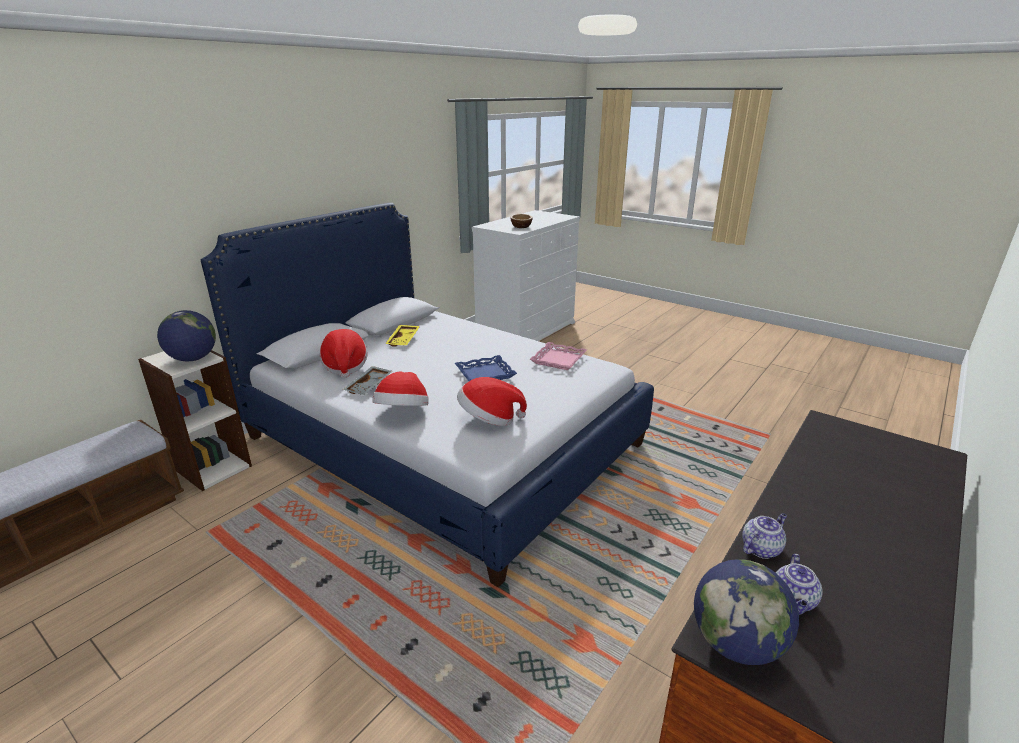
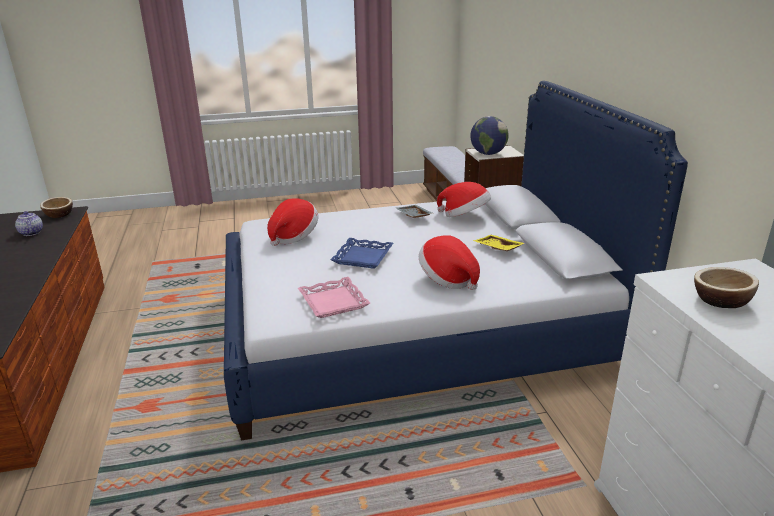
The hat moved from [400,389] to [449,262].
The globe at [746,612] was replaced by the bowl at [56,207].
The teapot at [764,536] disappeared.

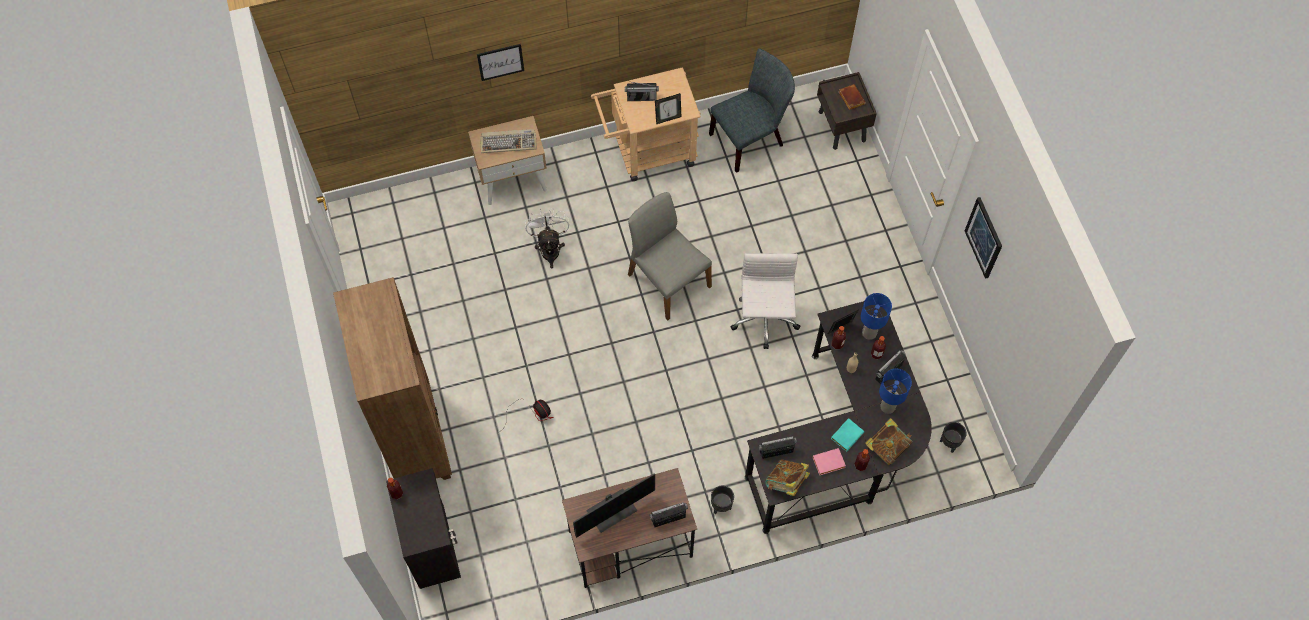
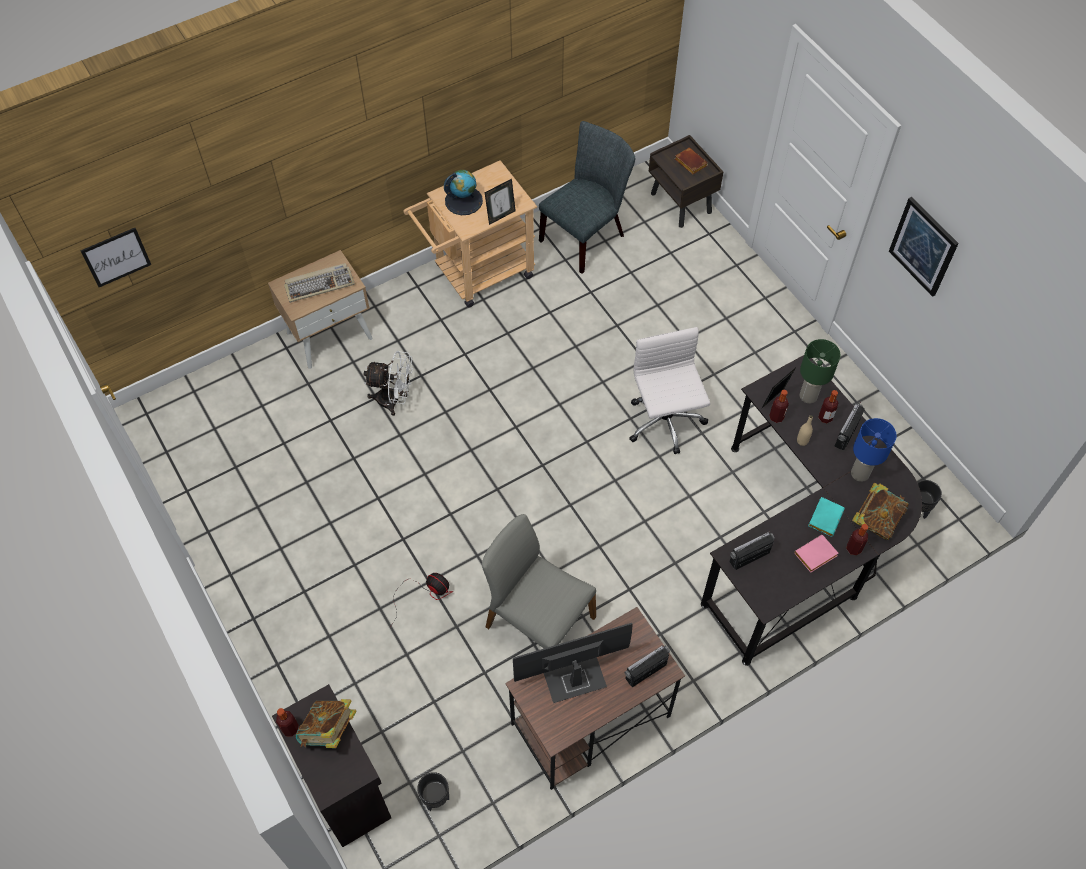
The brown bookcase at [392,378] disappeared.
The picture moved from [500,62] to [115,257].
The white fan at [547,238] turned 120 degrees clockwise.
The monitor at [614,505] turned 150 degrees counterclockwise.
The radio at [642,91] was replaced by the globe at [463,192].
The grey chair moved from [670,256] to [539,581].
The black planter moved from [722,500] to [433,791].
The book moved from [787,477] to [326,723].
The blue table lamp at [876,316] became the green table lamp at [820,371].

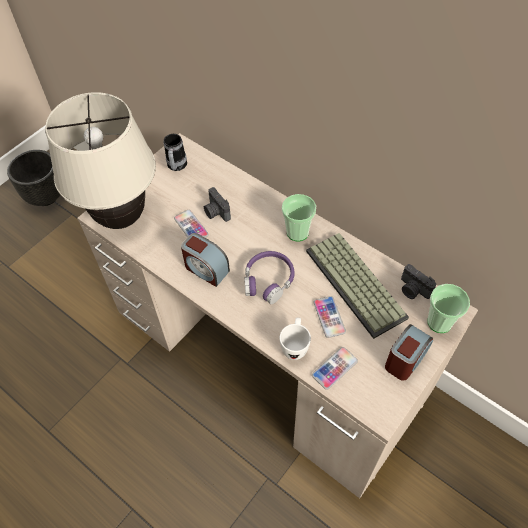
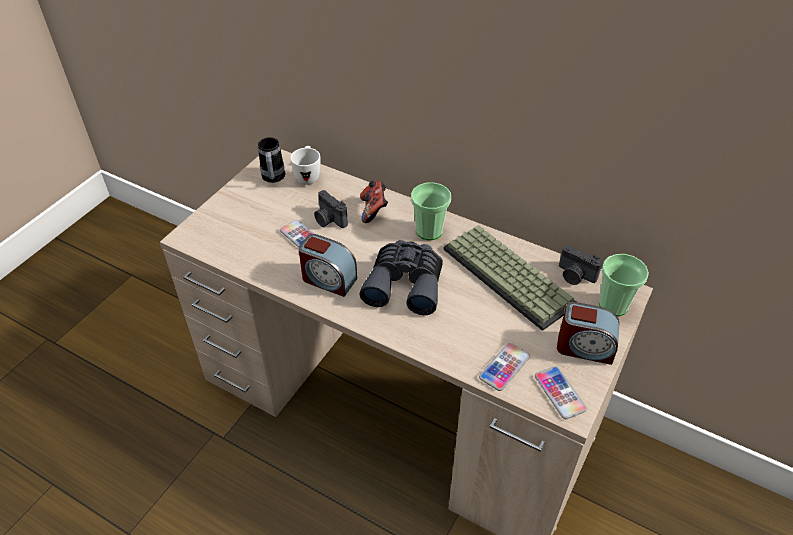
The black planter at [33,178] disappeared.
The beige table lamp at [100,160] disappeared.
The purple headphones at [269,277] was replaced by the grey binoculars at [401,277].
The white mug moved from [295,338] to [305,165].
The phone moved from [330,317] to [561,392].
The alarm clock at [409,352] turned 75 degrees clockwise.
The game controller at [374,202] appeared.

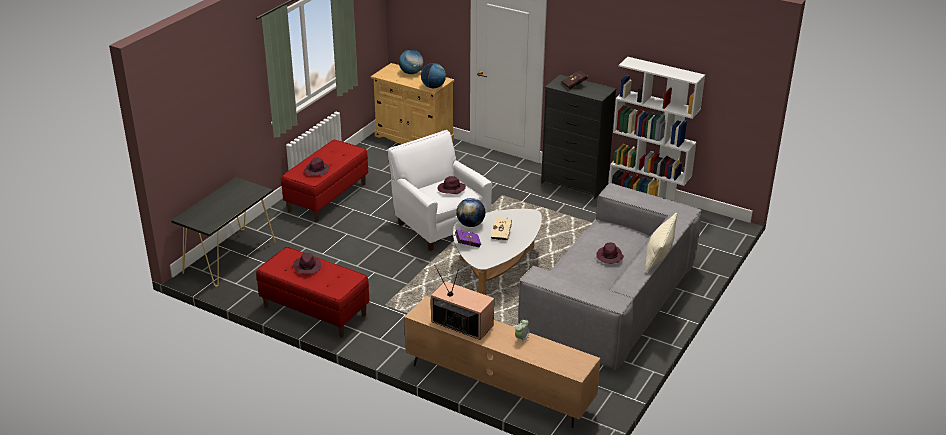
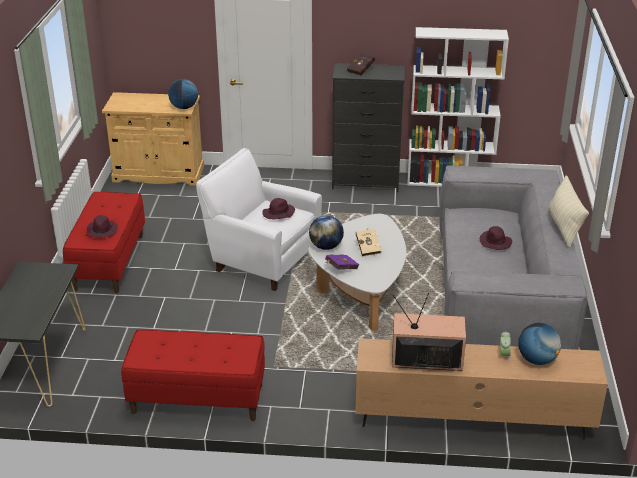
The purple hat at [307,263] disappeared.
The globe moved from [411,62] to [539,344].

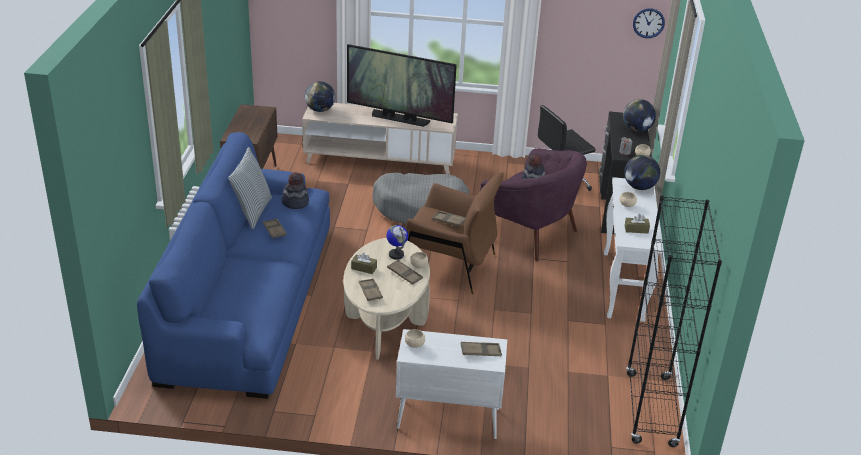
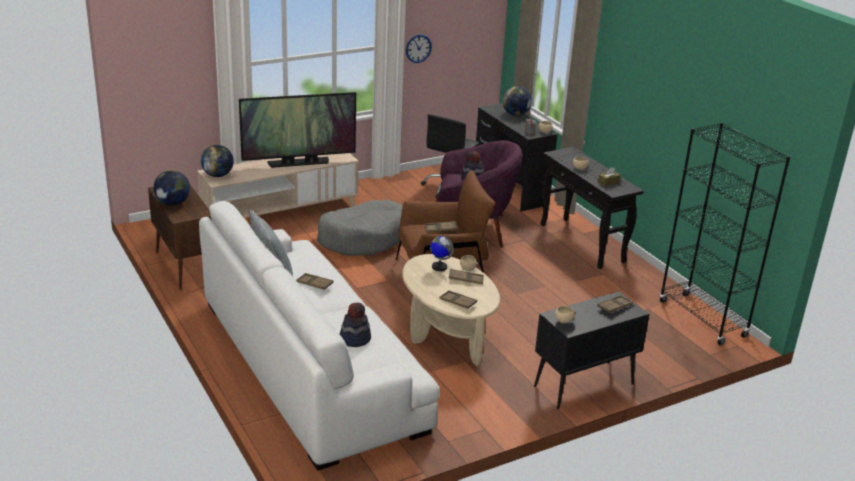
The blue sofa at [233,265] became the white sofa at [319,336].
The hat moved from [295,190] to [355,324].
The brown tissue box at [364,263] disappeared.
The white cabinet at [451,384] became the black cabinet at [591,350].
The white console table at [633,249] became the black console table at [592,208].
The globe moved from [642,172] to [172,188].
The wall clock moved from [649,23] to [419,48].

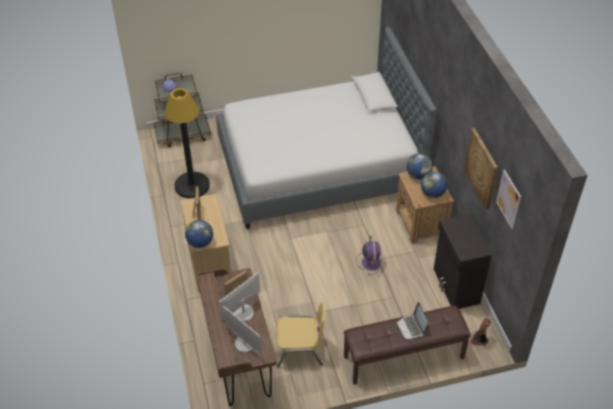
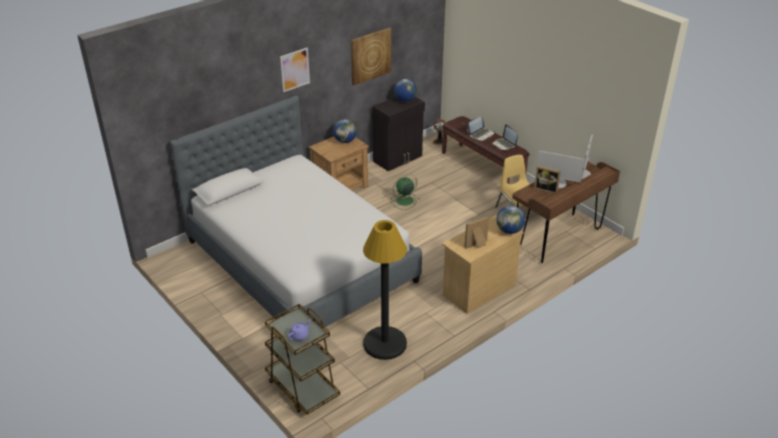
The purple fan at [371,255] became the green fan at [405,192].
The globe moved from [420,166] to [405,90].
The picture moved from [508,199] to [295,70].
The laptop at [505,137] appeared.

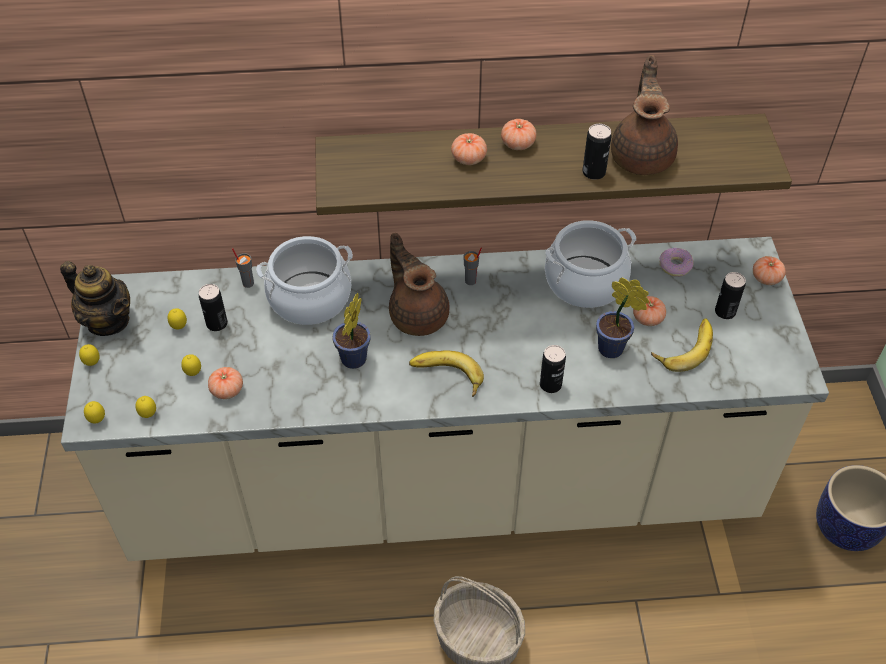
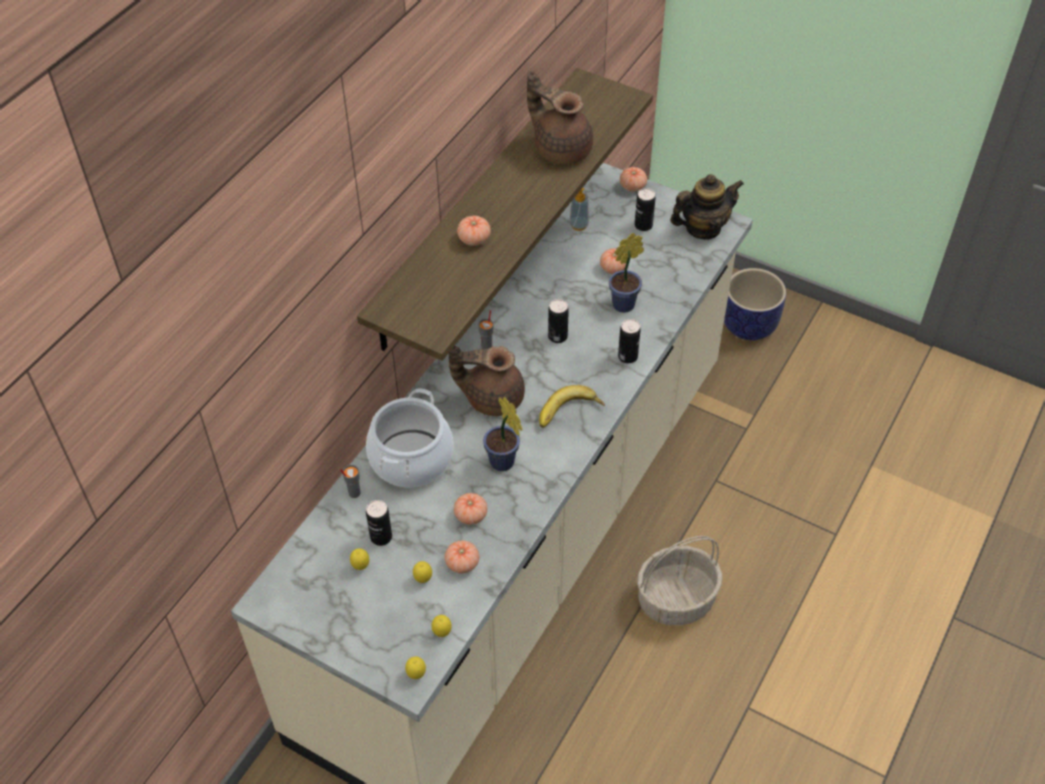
The teapot moved from [95,298] to [707,207].
The lemon at [89,355] disappeared.
The tomato moved from [519,134] to [470,509].
The cooking pot at [590,264] disappeared.
The can moved from [597,152] to [558,321].
The banana at [682,345] disappeared.
The donut at [677,262] was replaced by the soap dispenser at [579,209].

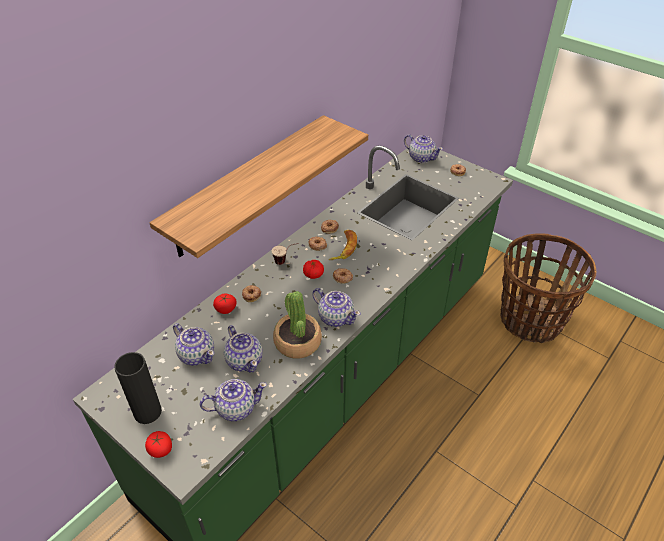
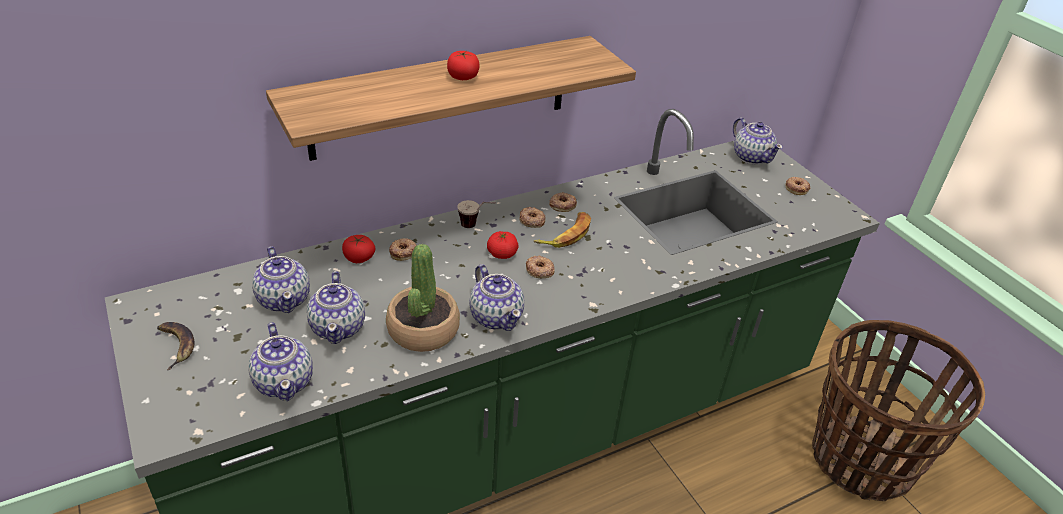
The black vase at [138,388] was replaced by the banana at [175,346].
The tomato moved from [158,444] to [463,65].
The teapot at [233,400] turned 60 degrees clockwise.

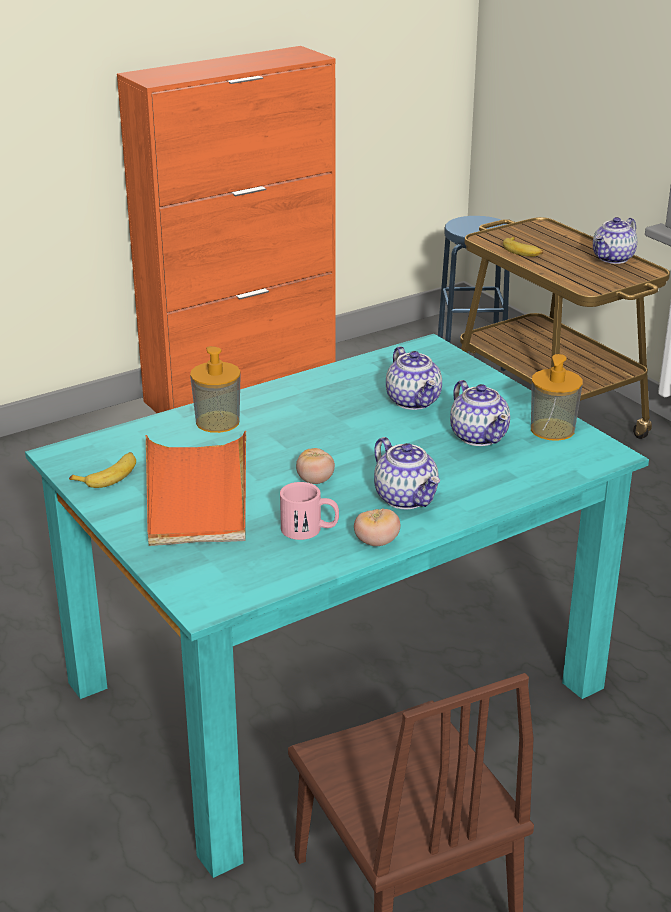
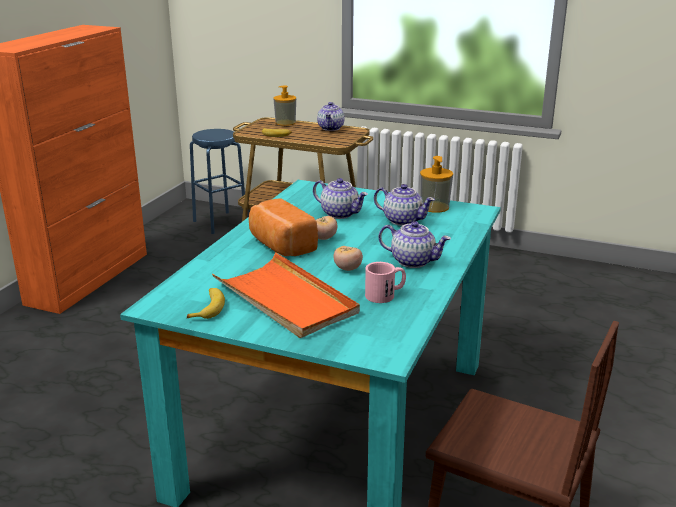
The soap dispenser moved from [215,389] to [284,106].
The tomato moved from [377,527] to [326,228].
The bread at [283,227] appeared.

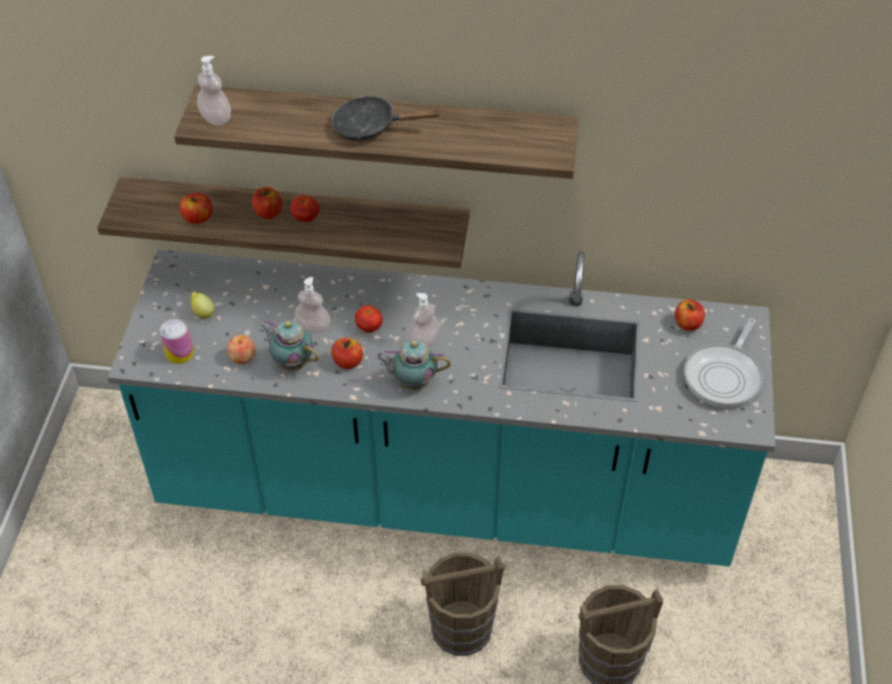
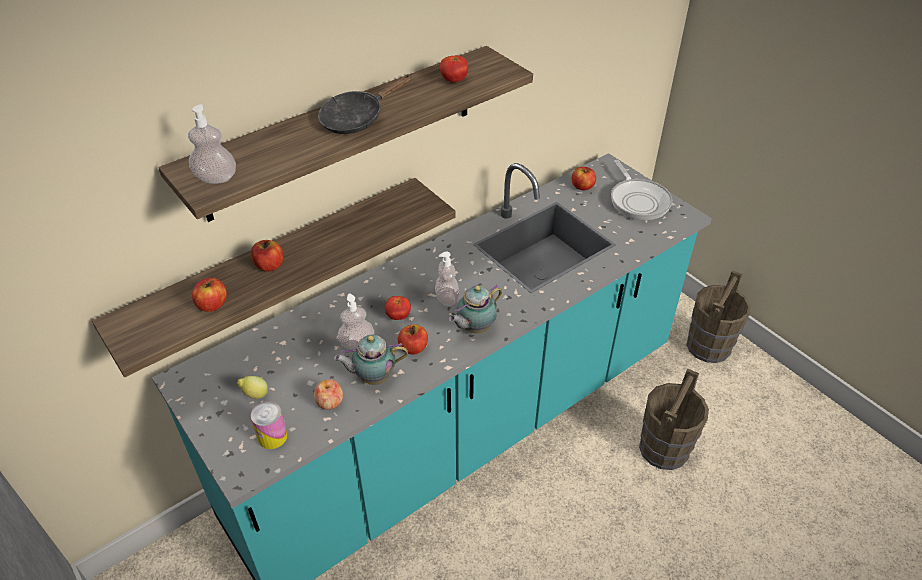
The tomato moved from [304,208] to [454,69].
The brown bucket moved from [463,604] to [718,316].

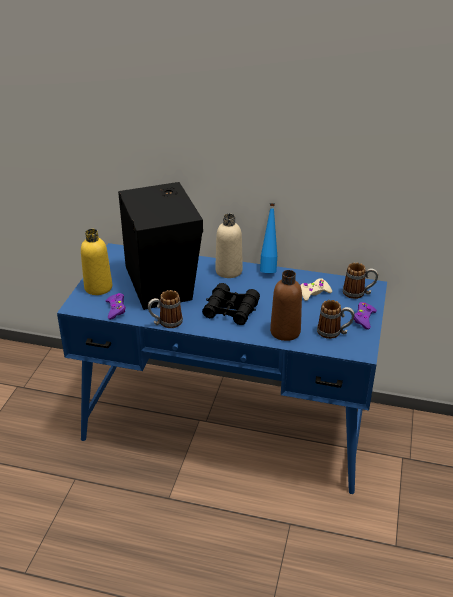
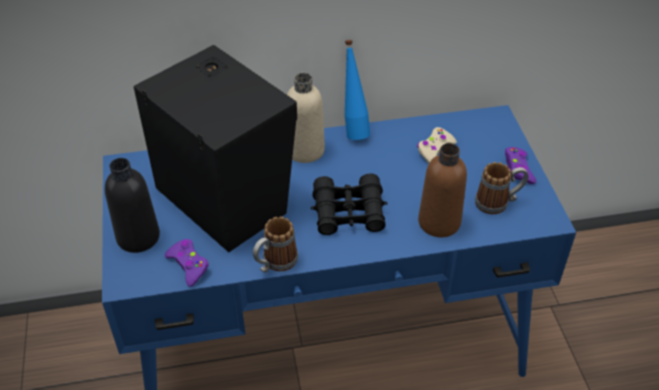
The yellow bottle at [96,262] became the black bottle at [132,205].
The mug at [360,281] disappeared.

